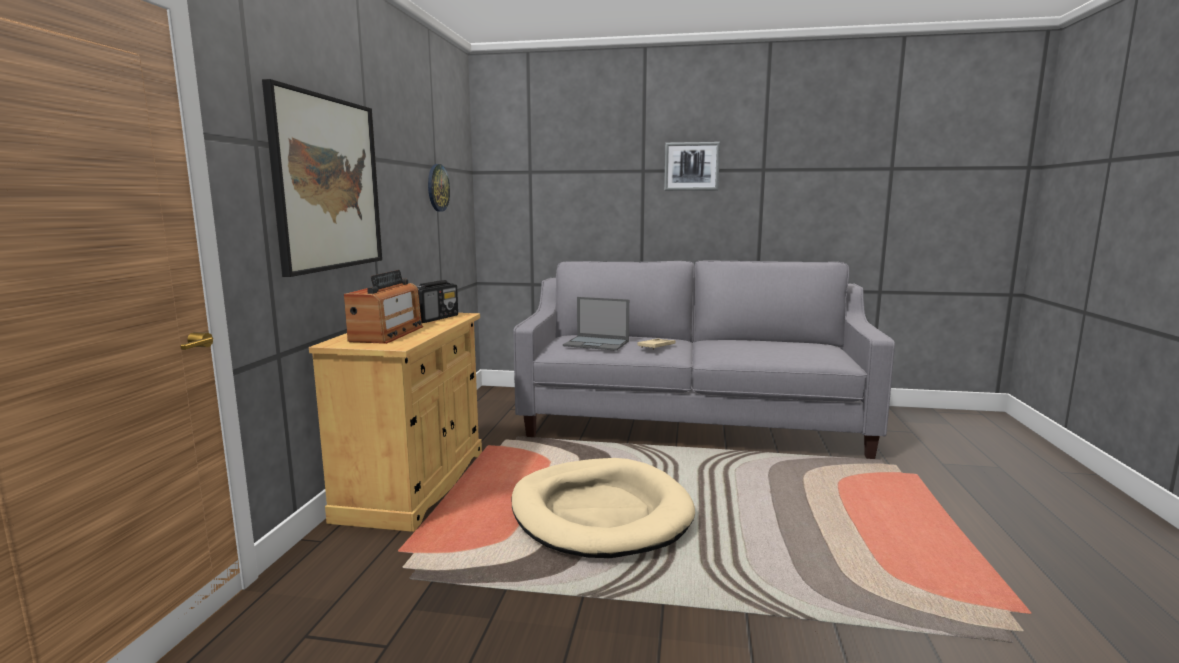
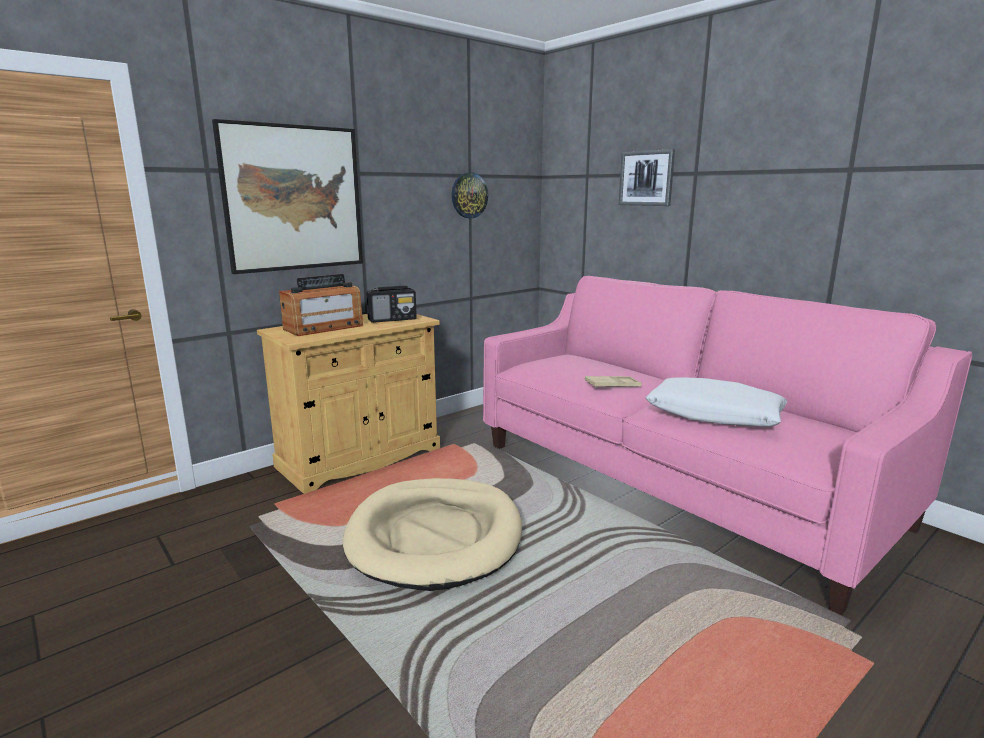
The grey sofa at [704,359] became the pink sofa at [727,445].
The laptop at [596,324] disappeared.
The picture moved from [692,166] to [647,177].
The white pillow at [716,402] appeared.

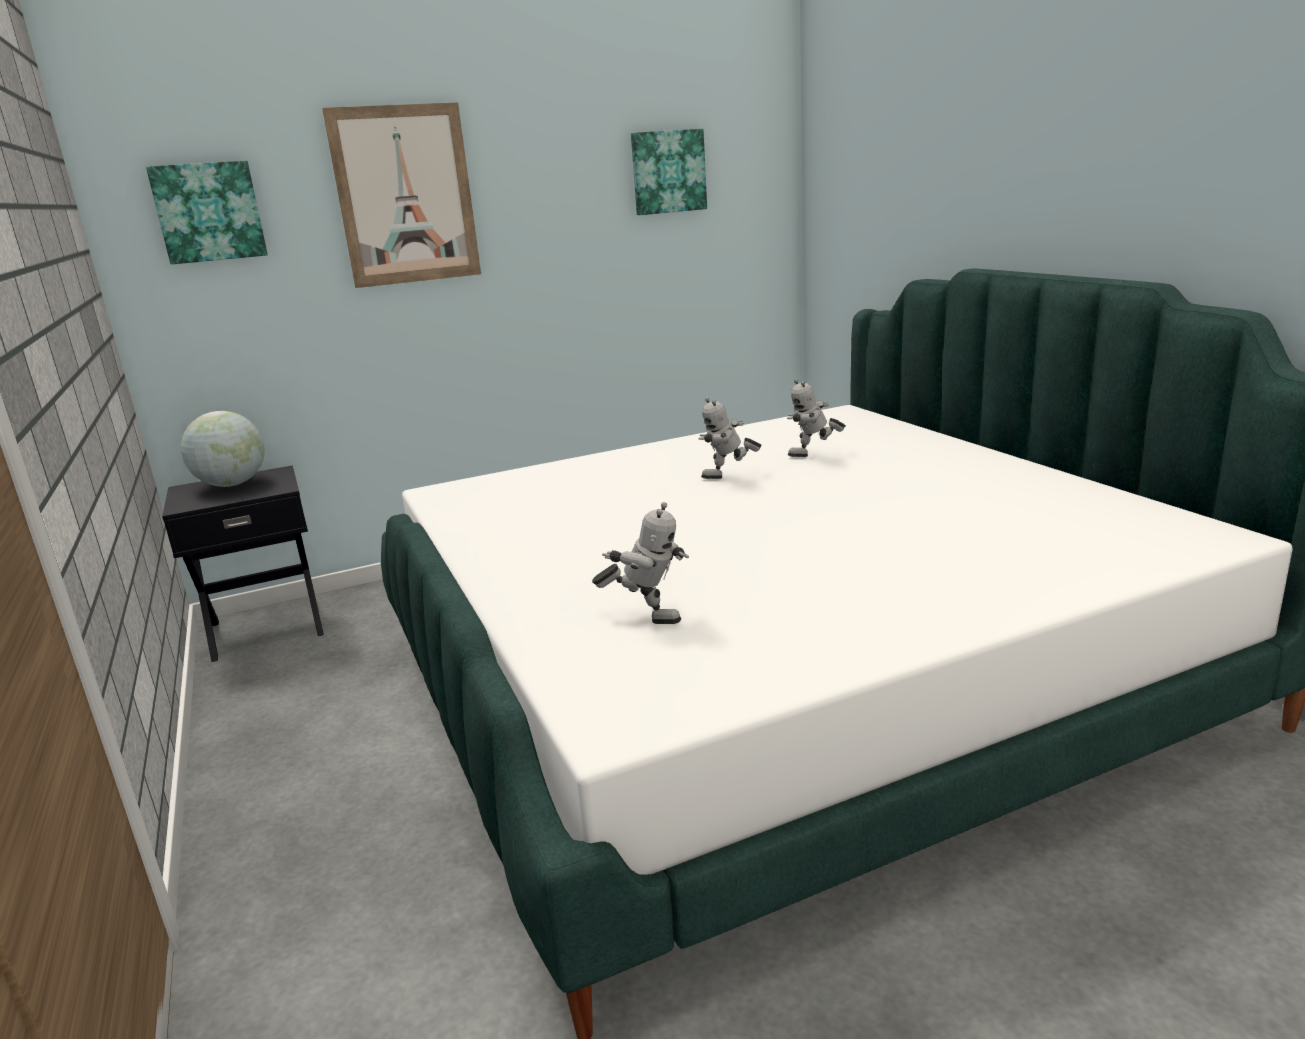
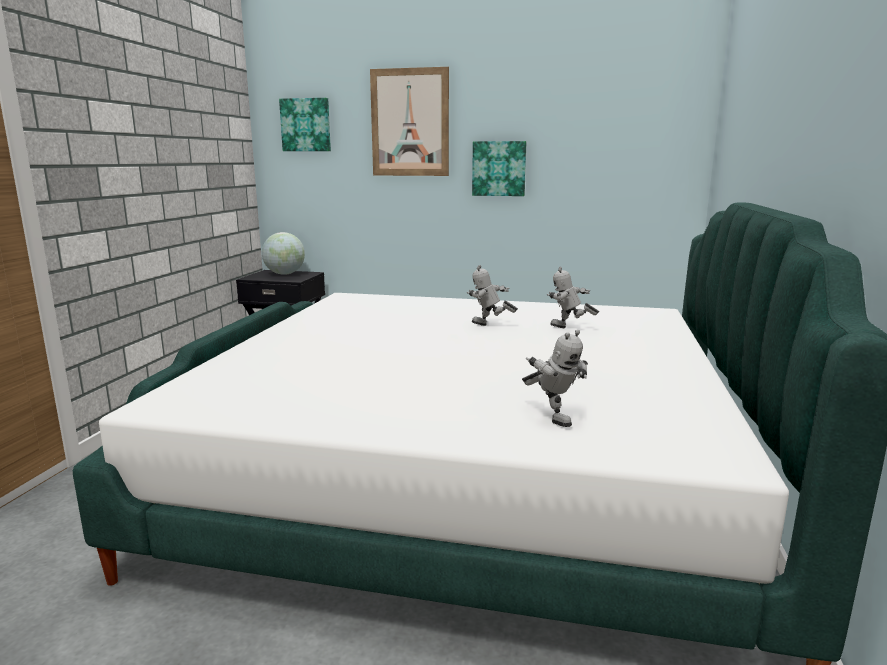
The toy robot moved from [640,563] to [555,378].
The picture moved from [669,172] to [499,168].

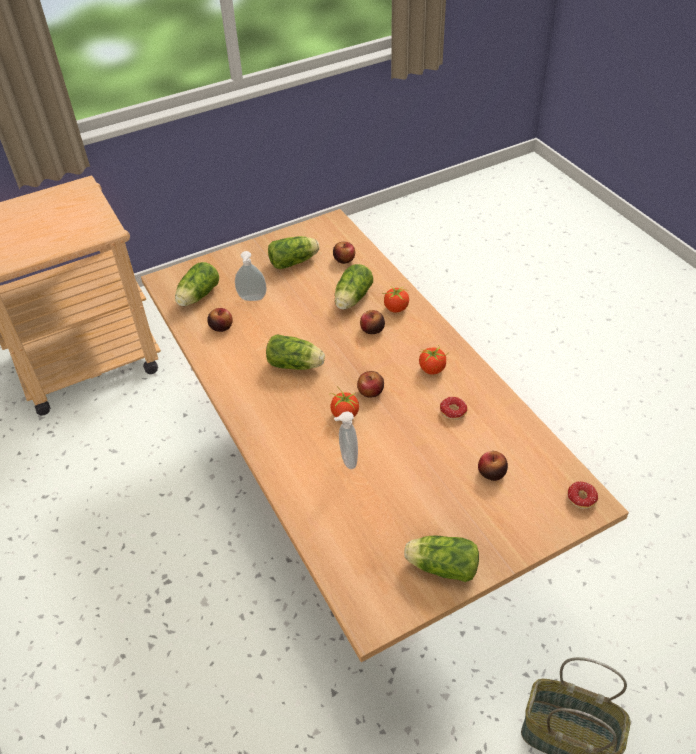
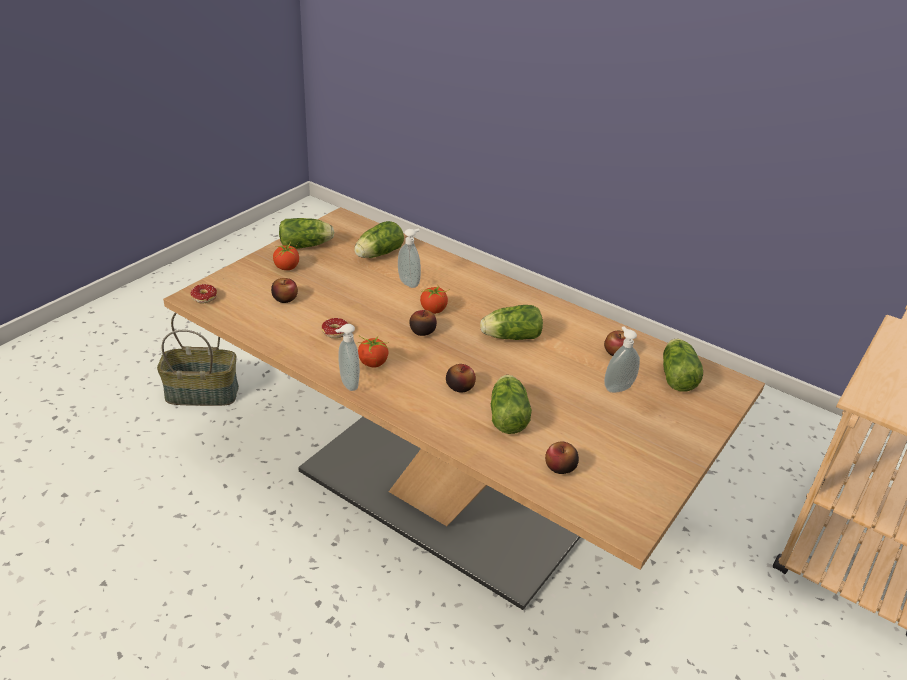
The lettuce moved from [293,252] to [379,239].
The tomato moved from [396,299] to [286,255].
The soap dispenser at [347,357] appeared.

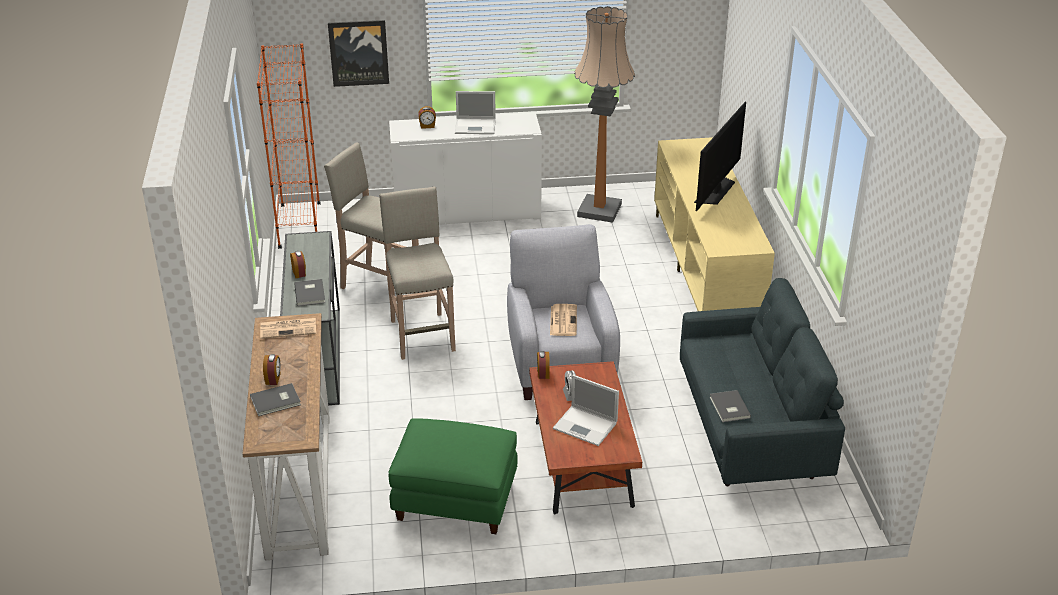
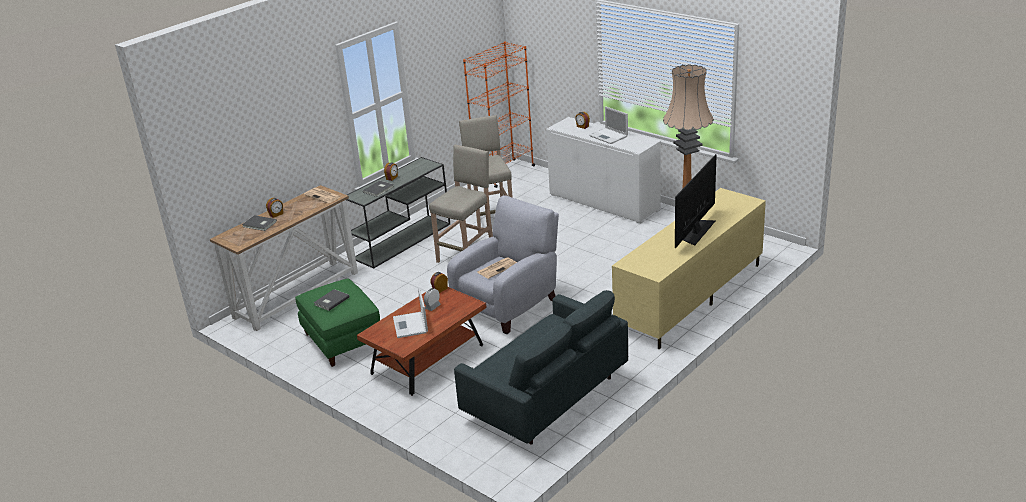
The picture at [358,53] disappeared.
The television at [720,156] turned 135 degrees clockwise.
The grey book moved from [730,406] to [332,300].

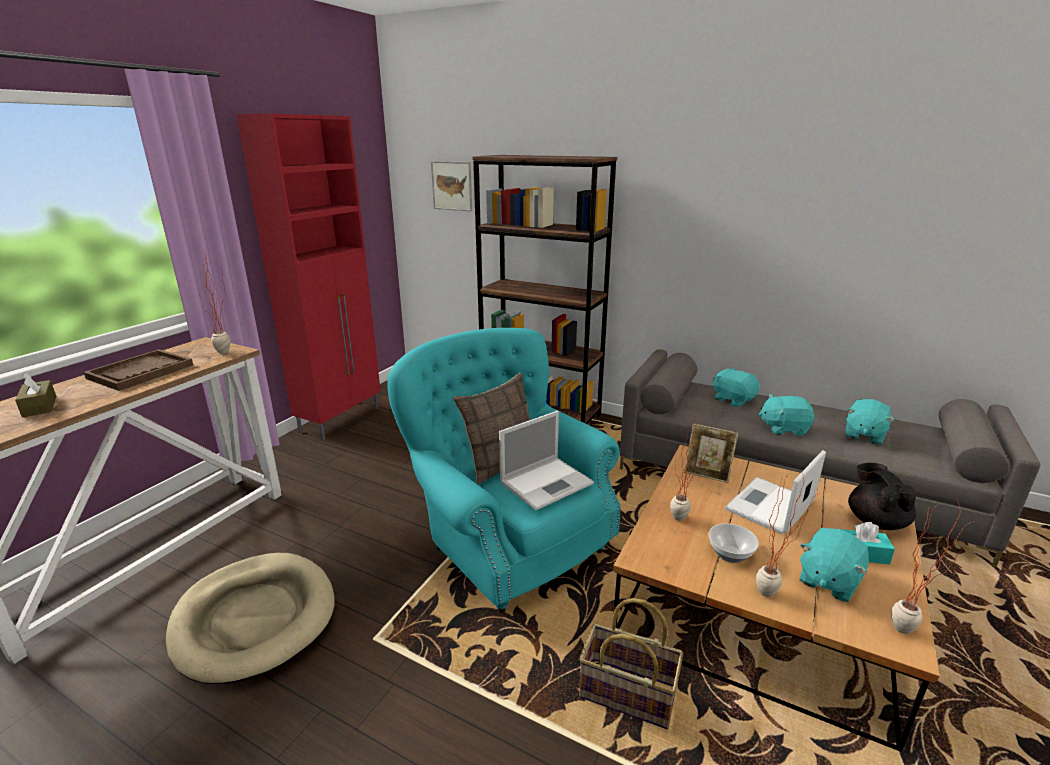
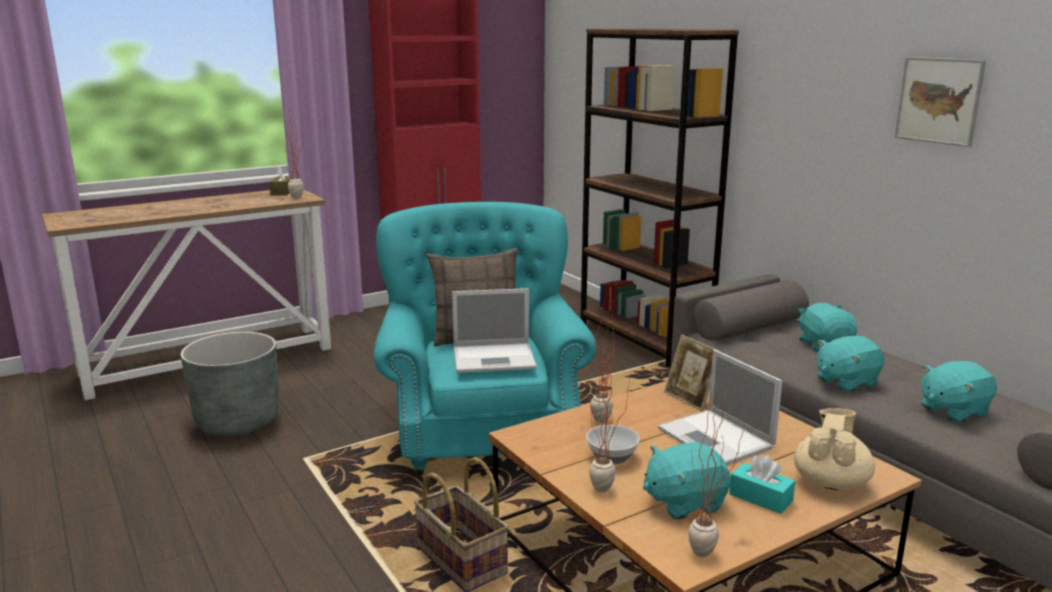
The brown tissue box moved from [35,395] to [281,180].
The brown tray at [138,370] disappeared.
The beige dog bed at [250,618] was replaced by the grey planter at [230,384].
The picture moved from [451,186] to [940,102].
The laptop at [775,492] turned 105 degrees counterclockwise.
The turquoise plush toy at [786,415] turned 60 degrees counterclockwise.
The black teapot at [882,496] became the beige teapot at [834,449].

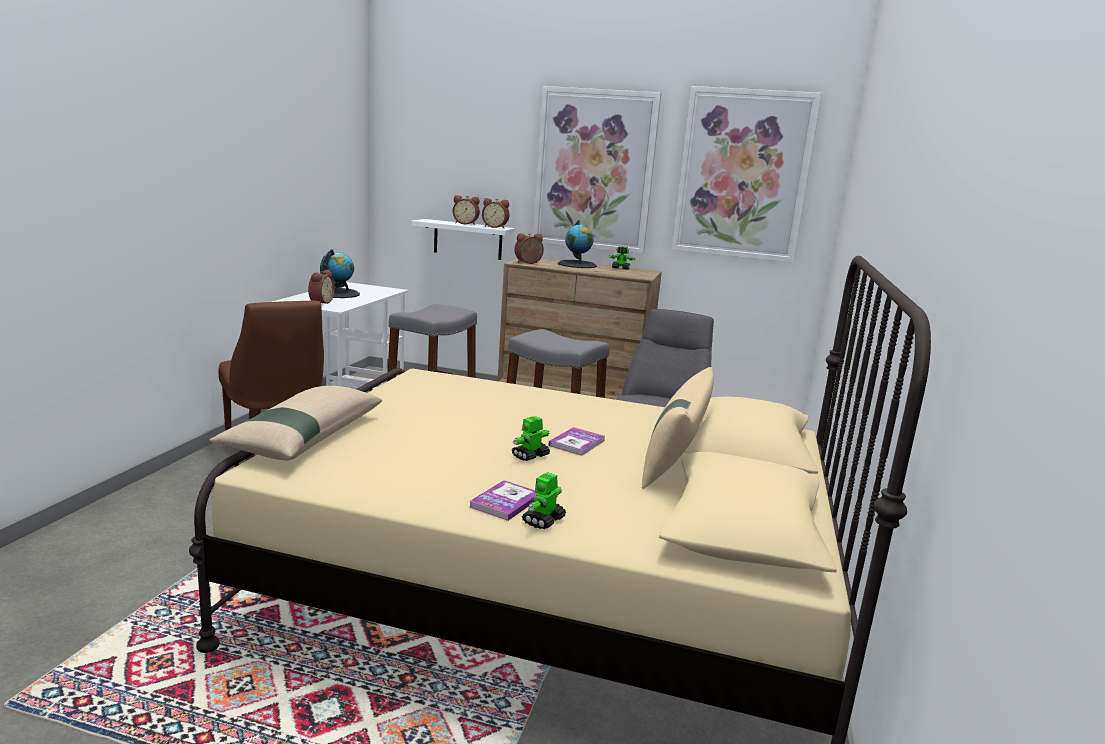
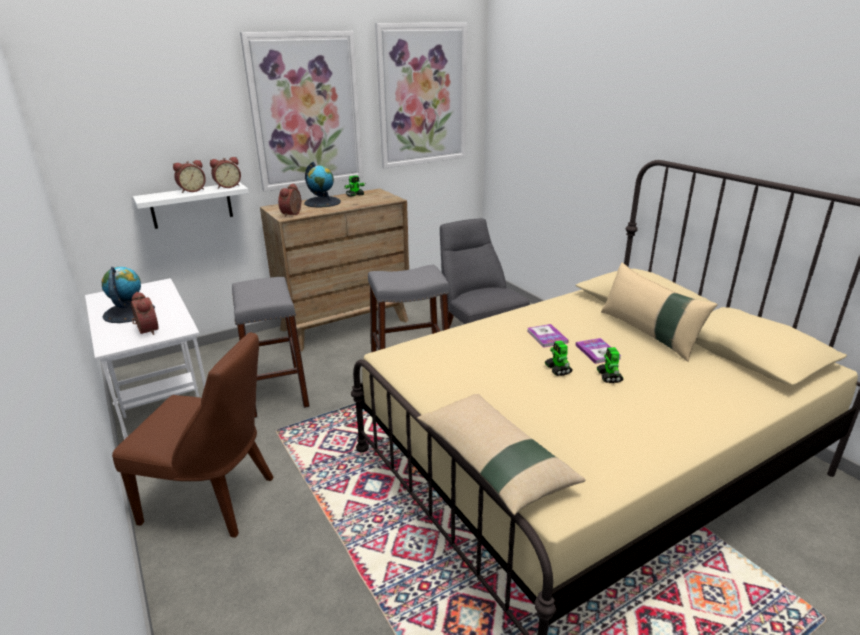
The book moved from [503,500] to [548,336].
The toy robot moved from [544,500] to [559,358].

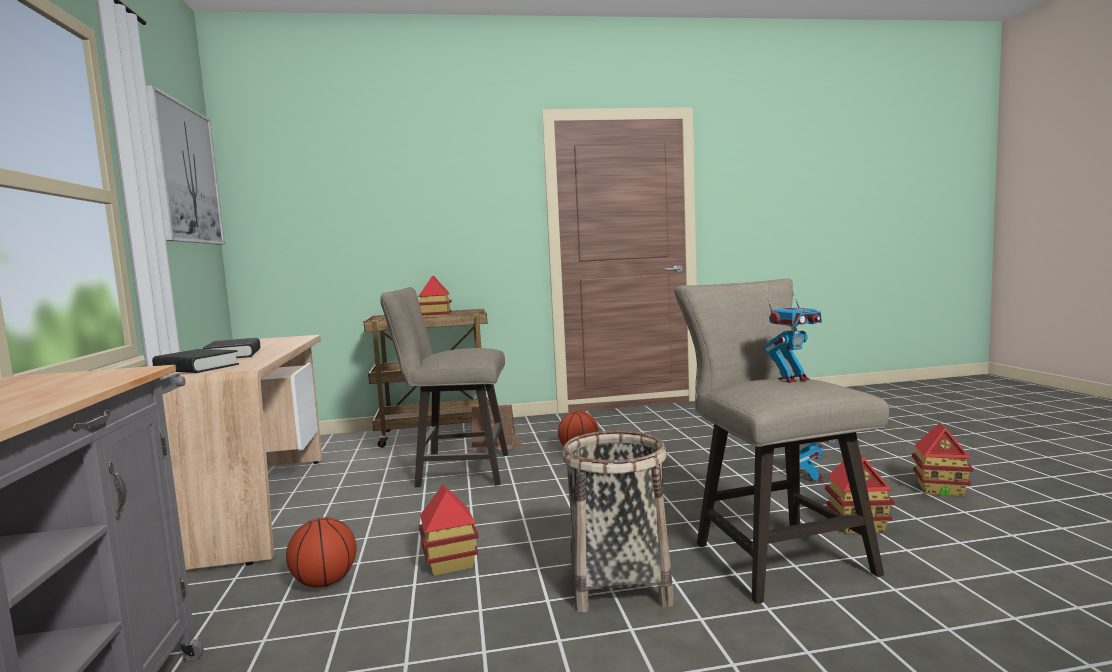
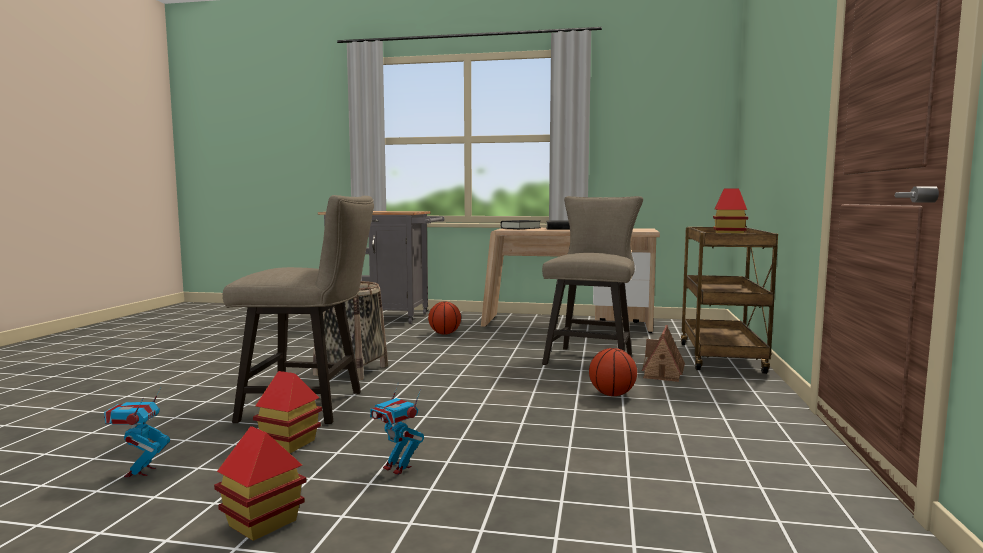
The picture at [185,165] disappeared.
The toy house at [449,530] disappeared.
The toy robot moved from [793,338] to [137,432].

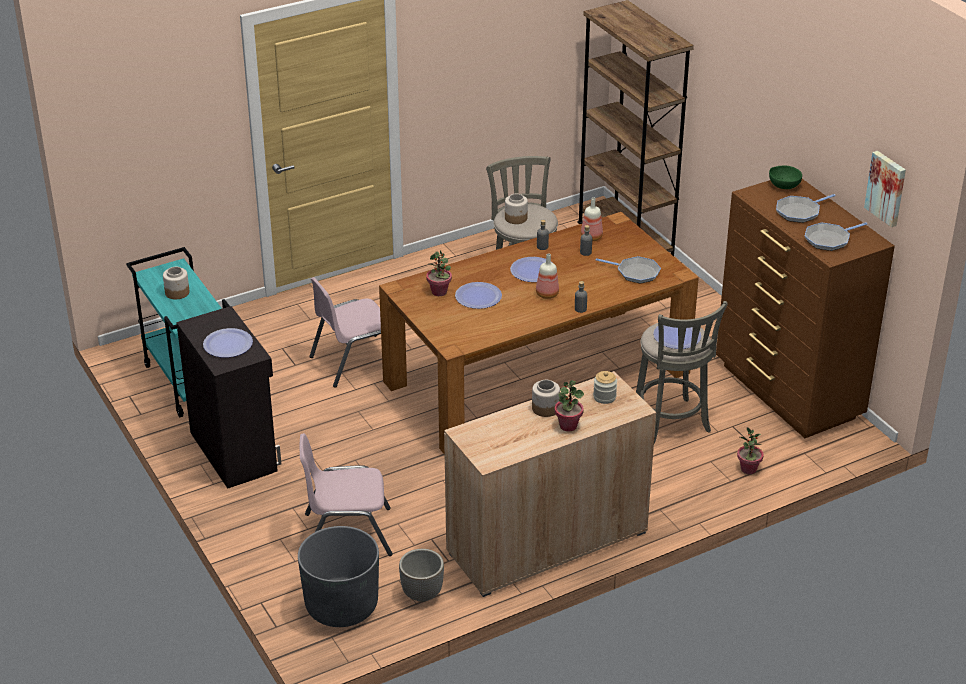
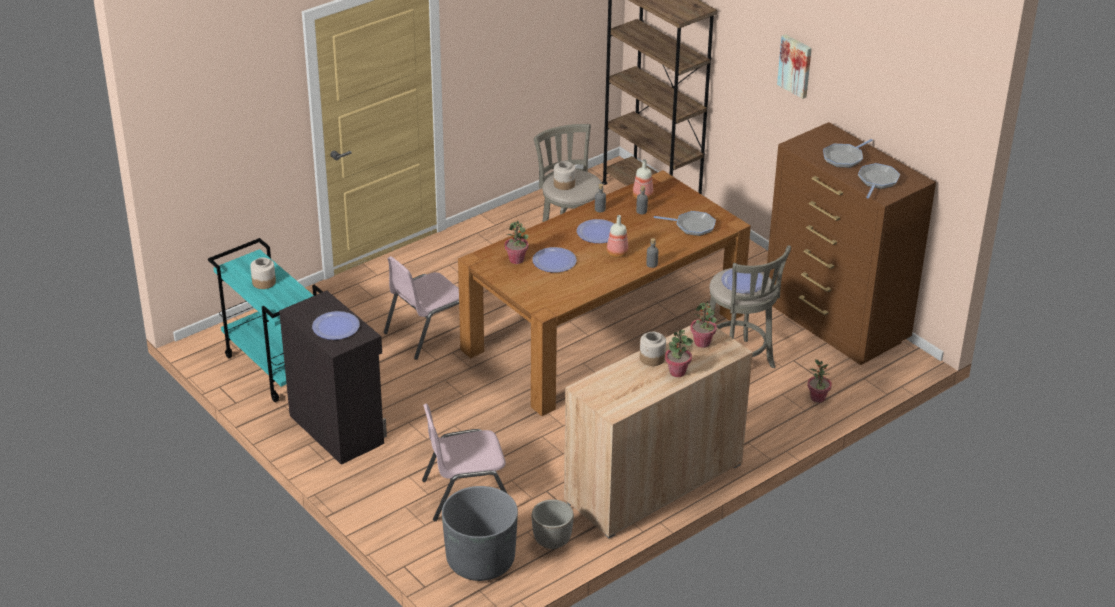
The jar at [605,387] was replaced by the potted plant at [703,325].
The green bowl at [785,177] disappeared.
The frying pan at [836,236] turned 150 degrees clockwise.
The picture moved from [885,189] to [794,66].

